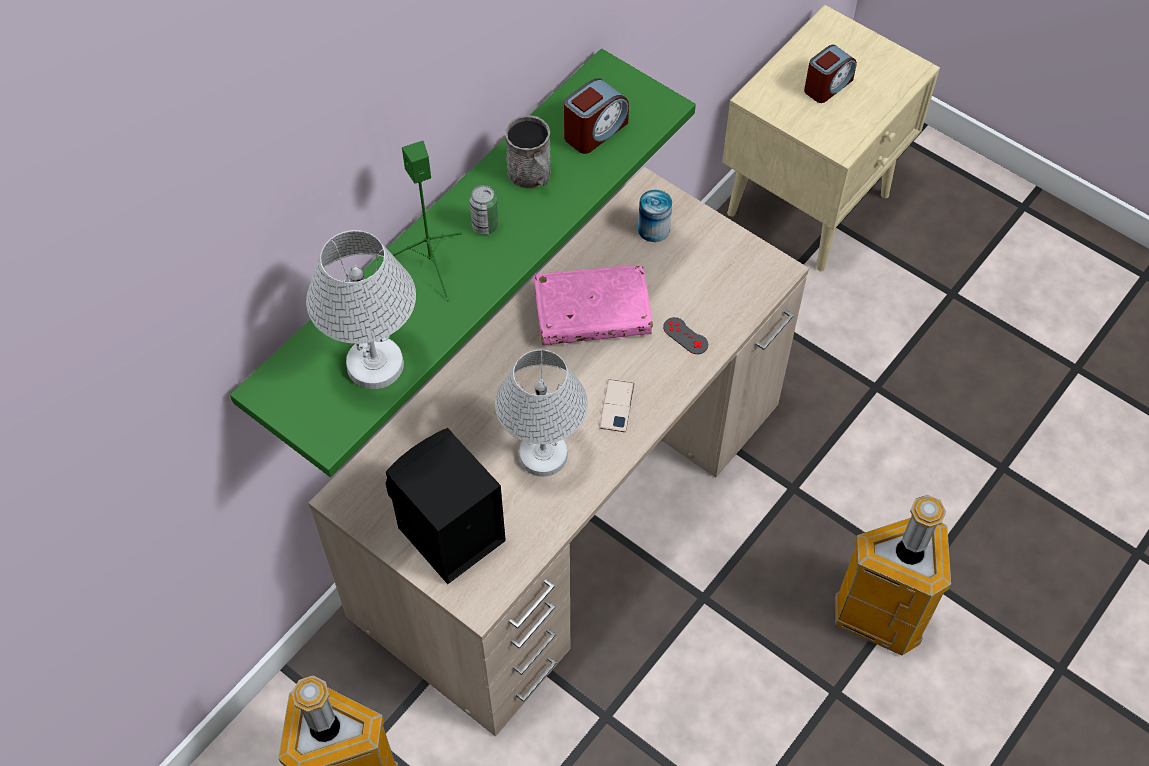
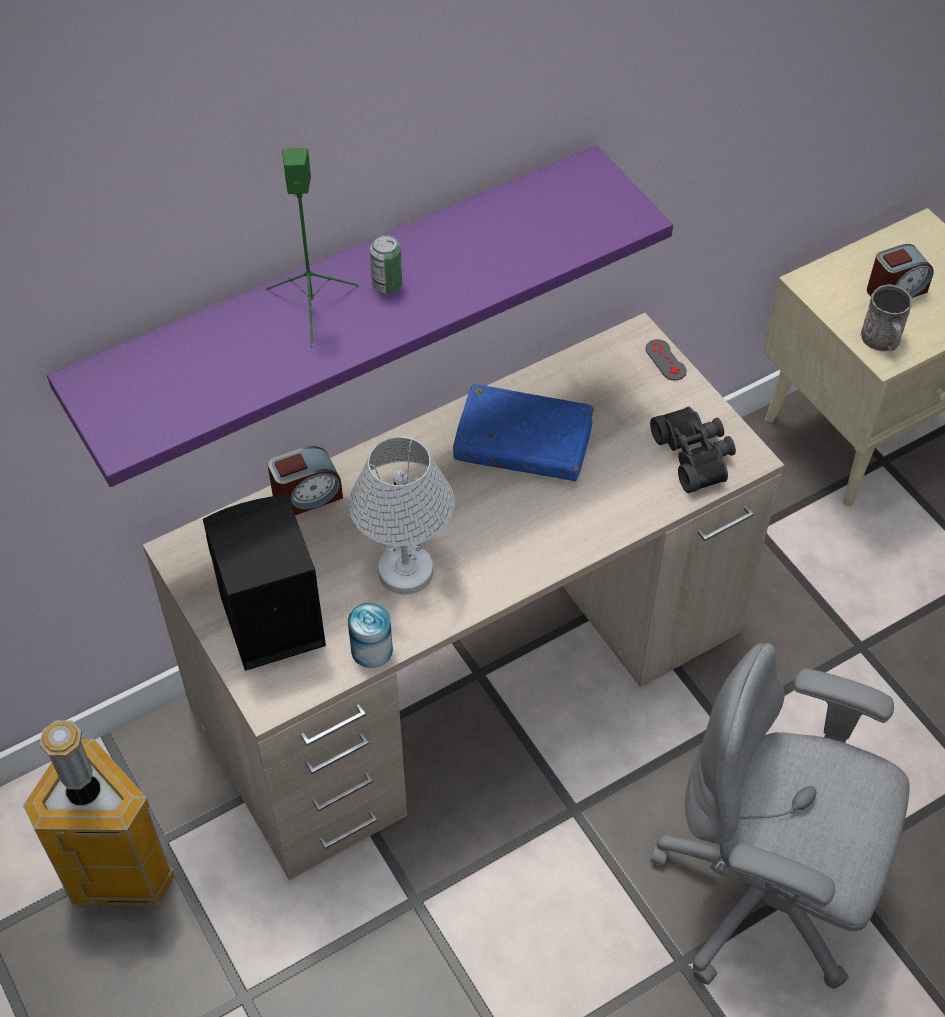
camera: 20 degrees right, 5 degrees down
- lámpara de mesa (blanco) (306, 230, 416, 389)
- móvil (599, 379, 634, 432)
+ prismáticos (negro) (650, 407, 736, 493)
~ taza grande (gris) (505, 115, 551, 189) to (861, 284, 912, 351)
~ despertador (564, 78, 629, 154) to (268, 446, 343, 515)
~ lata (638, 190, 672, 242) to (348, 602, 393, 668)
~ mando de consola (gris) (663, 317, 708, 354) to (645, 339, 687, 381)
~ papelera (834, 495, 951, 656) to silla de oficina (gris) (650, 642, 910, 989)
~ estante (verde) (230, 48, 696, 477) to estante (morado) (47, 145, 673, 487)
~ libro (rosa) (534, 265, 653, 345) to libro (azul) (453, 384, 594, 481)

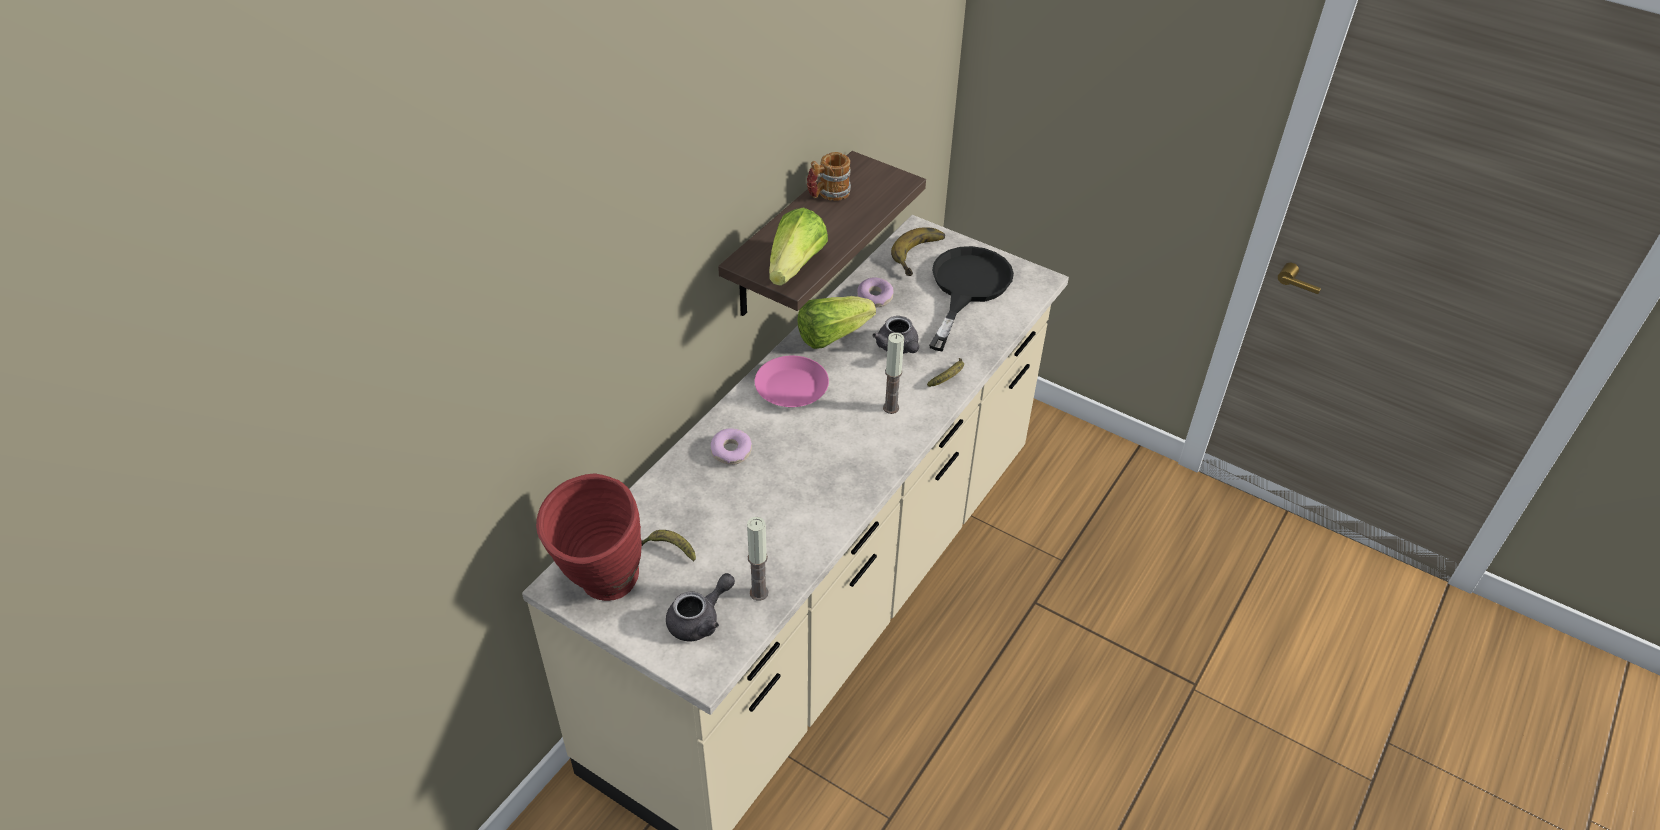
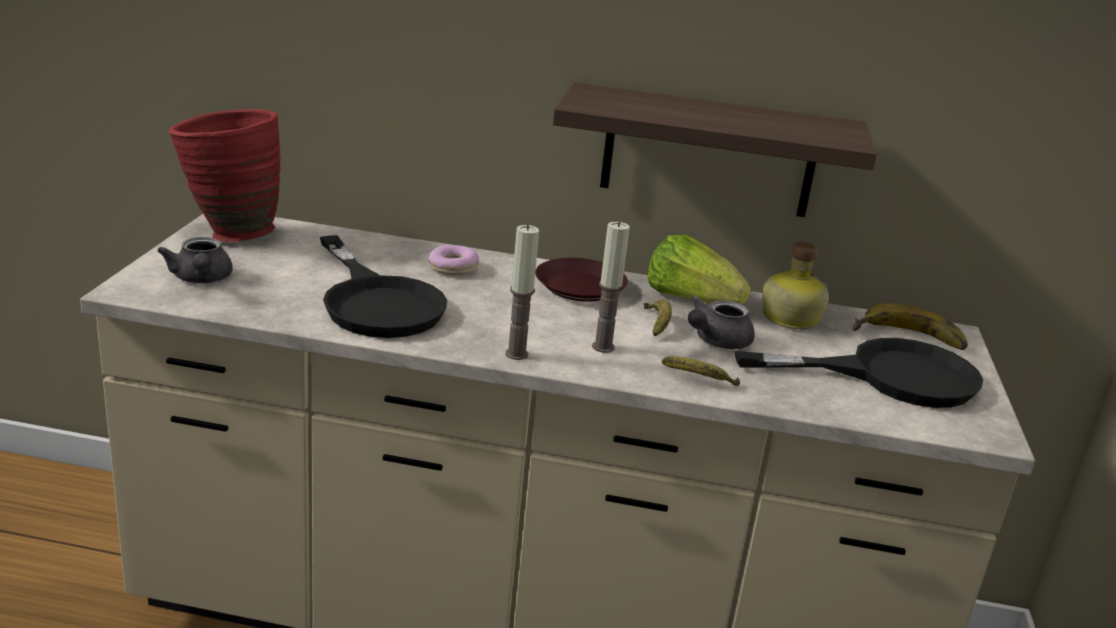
camera: 65 degrees right, 20 degrees down
- lechuga (769, 208, 828, 286)
- taza grande (807, 152, 851, 201)
+ sartén (negro) (320, 235, 447, 338)
~ plátano (641, 530, 696, 561) to (644, 299, 672, 336)
~ vela (747, 517, 769, 601) to (505, 225, 539, 360)
~ rosquilla (857, 277, 894, 307) to botella (762, 242, 829, 329)
~ plato (rosa) (755, 356, 829, 407) to plato (marrón) (535, 258, 628, 302)
~ tetera (gris) (666, 573, 735, 641) = (157, 237, 233, 283) 45 degrees clockwise

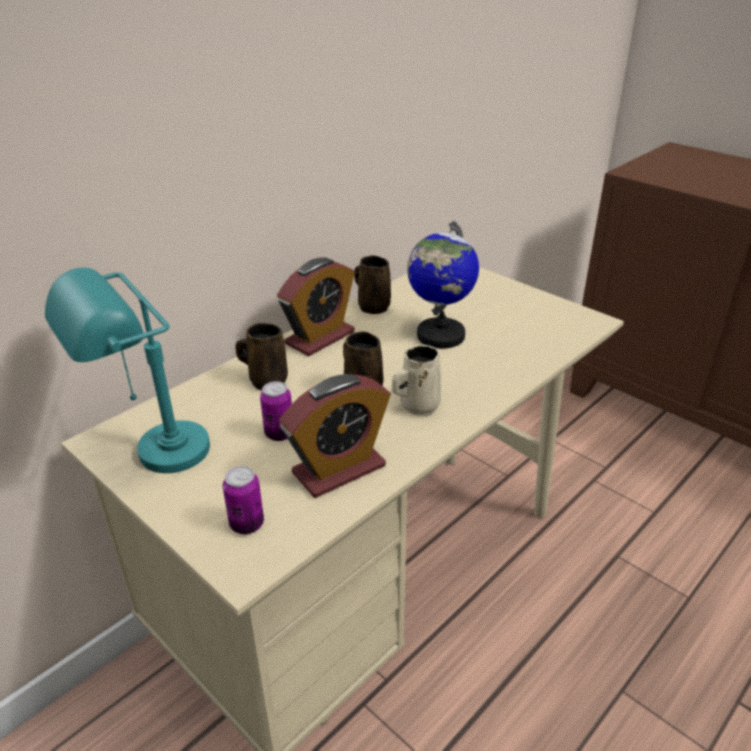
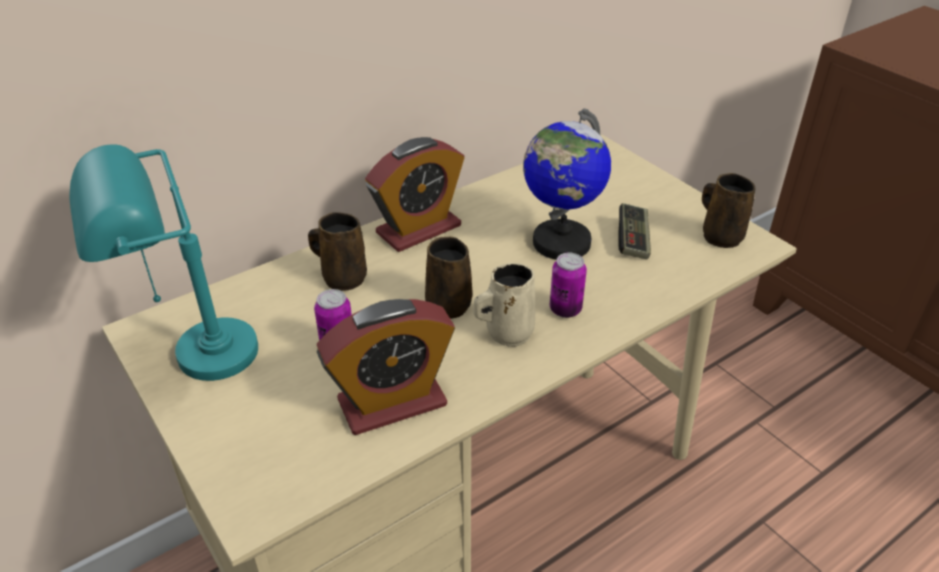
camera: 10 degrees right, 5 degrees up
+ mando de consola (618, 203, 651, 259)
~ lata (223, 466, 264, 534) to (550, 253, 587, 318)
~ taza grande (marrón) (354, 255, 391, 314) to (702, 173, 755, 248)

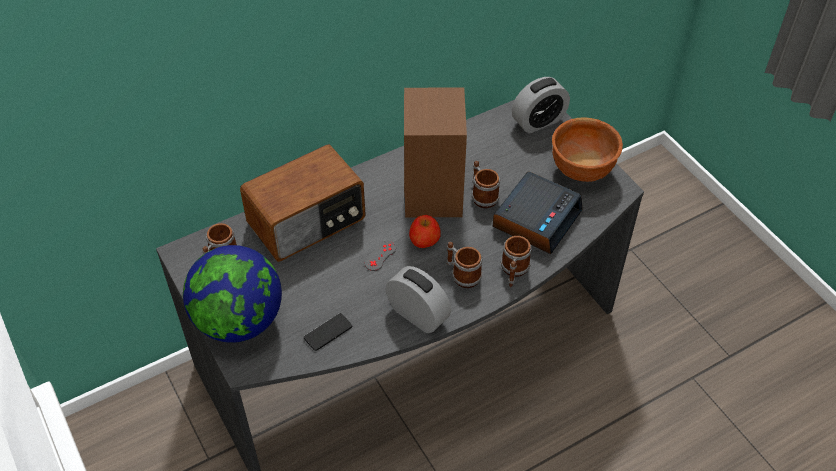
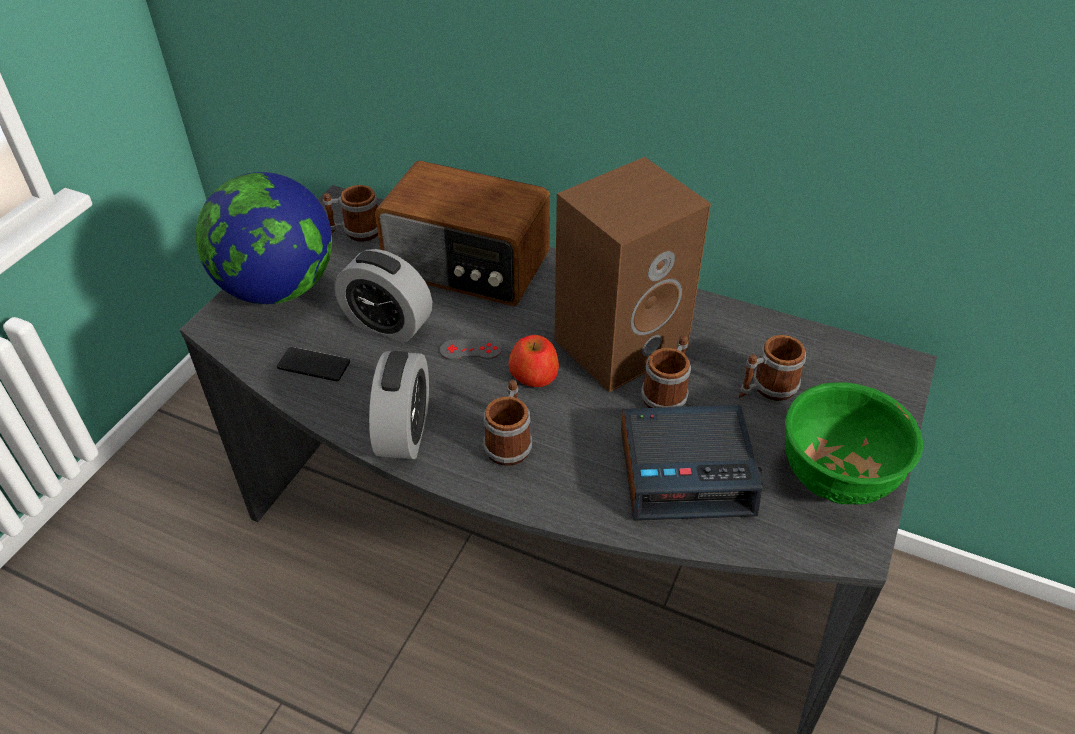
camera: 55 degrees right, 5 degrees down
~ taza grande (501, 236, 531, 288) to (739, 335, 806, 401)
~ despertador (512, 77, 570, 133) to (334, 249, 432, 343)
~ cuenco (marrón) (552, 117, 623, 182) to cuenco (verde) (785, 382, 923, 505)

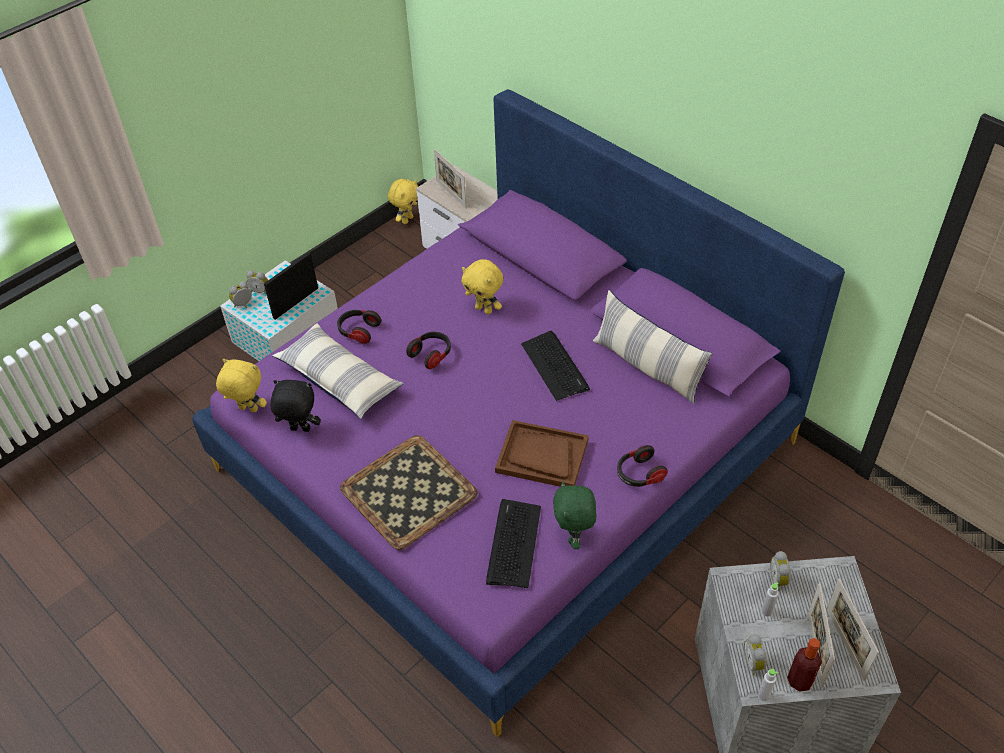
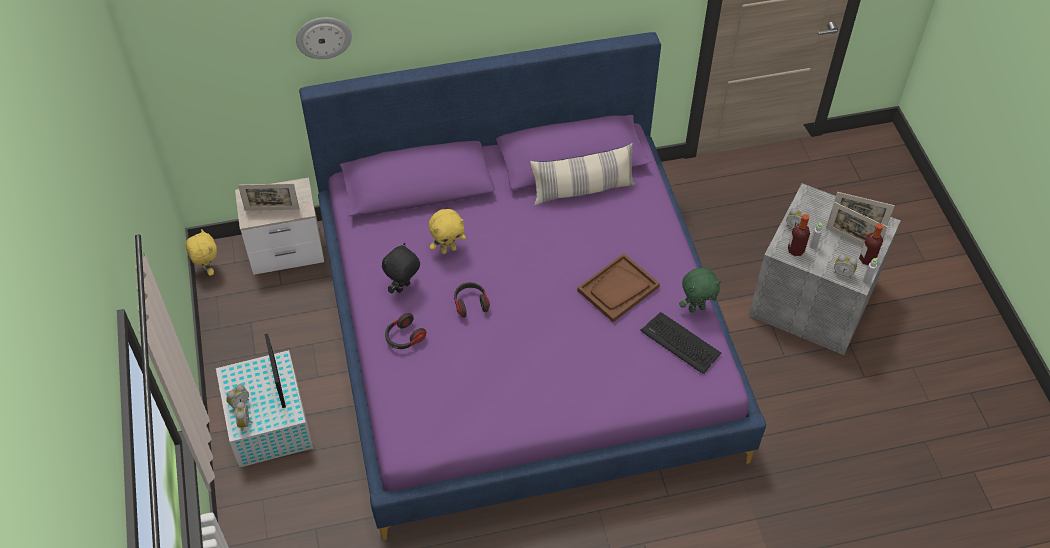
camera: 60 degrees left, 5 degrees up
- peluche (amarillo) (216, 359, 267, 413)
- cojín (272, 323, 404, 419)
- bandeja (340, 435, 478, 550)
- teclado (521, 331, 590, 401)
- auriculares (617, 445, 668, 487)
+ reloj de pared (296, 17, 352, 59)
+ botella (788, 214, 810, 256)
~ peluche (negro) (270, 380, 321, 432) to (382, 243, 420, 293)
~ peluche (verde) (553, 481, 596, 549) = (679, 268, 721, 313) 45 degrees counterclockwise

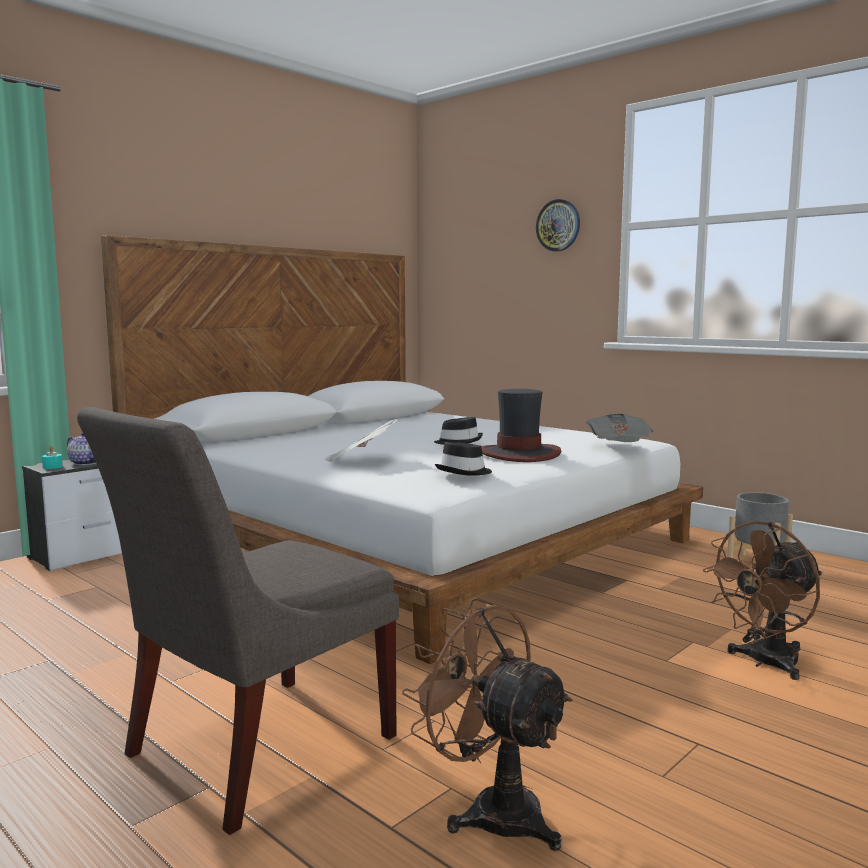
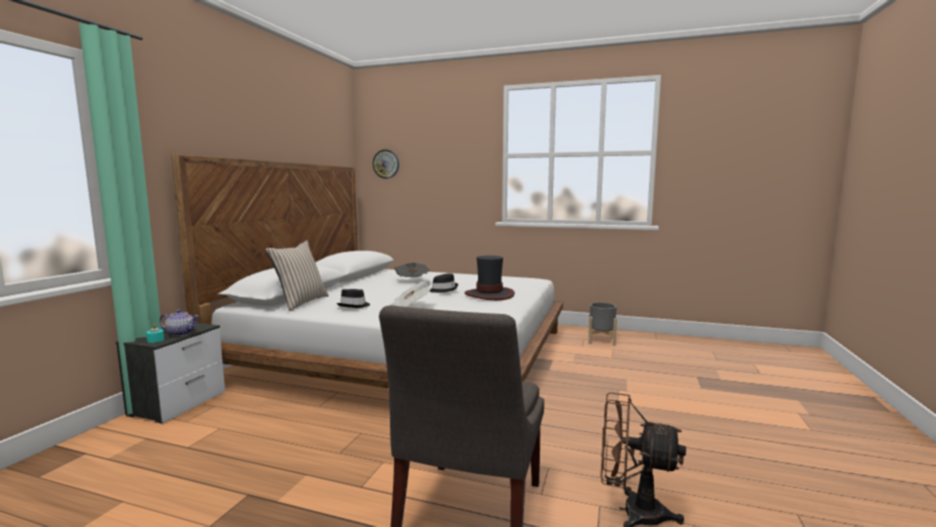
camera: 25 degrees left, 0 degrees up
- ventilador (marrón) (703, 521, 822, 680)
+ cojín (beis) (266, 240, 329, 311)
~ sombrero (negro) (435, 442, 492, 476) to (337, 289, 370, 308)
~ reloj de pared (536, 199, 580, 252) to (372, 149, 399, 179)
~ periódico (586, 414, 653, 442) to (394, 263, 430, 277)

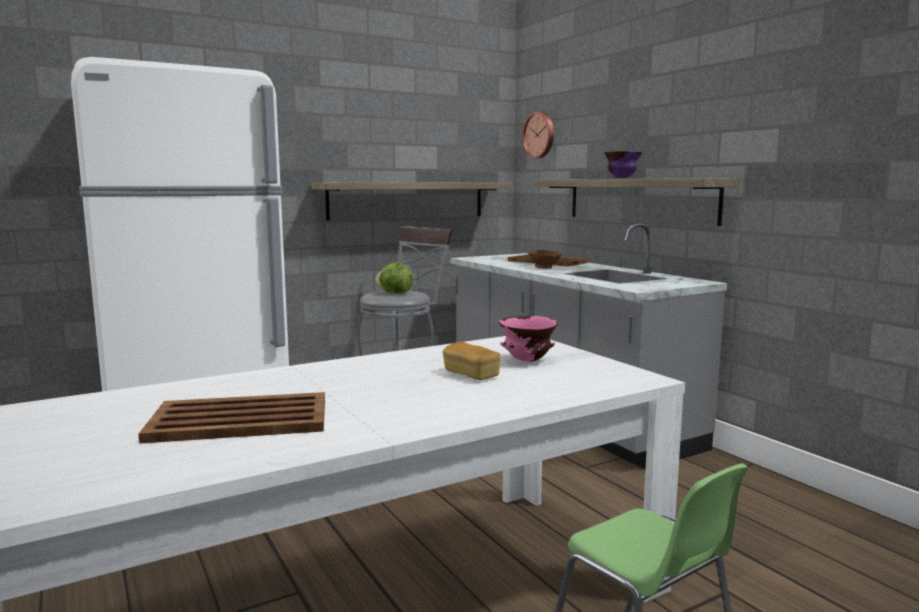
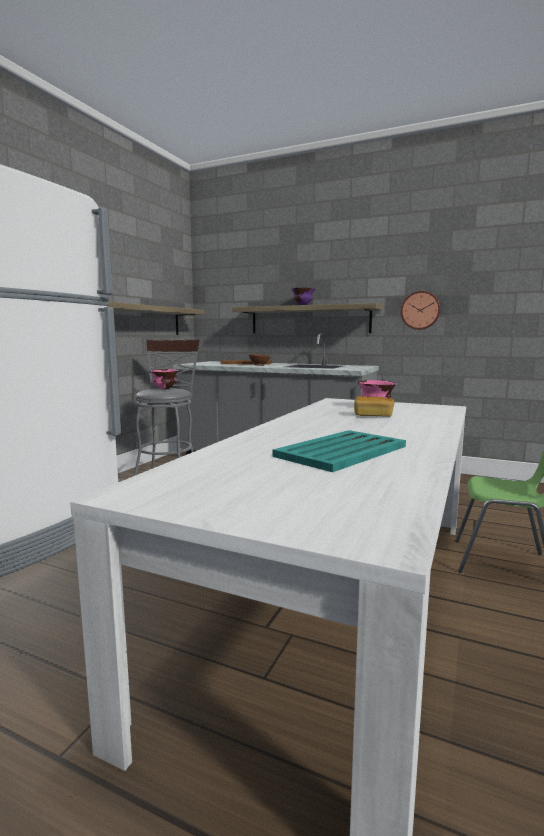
camera: 35 degrees left, 0 degrees up
~ reloj de pared (522, 112, 554, 158) to (401, 291, 441, 330)
~ lechuga (375, 262, 413, 293) to cuenco (rosa) (150, 369, 178, 390)
~ bandeja (marrón) (138, 392, 325, 444) to bandeja (turquesa) (272, 430, 406, 472)

